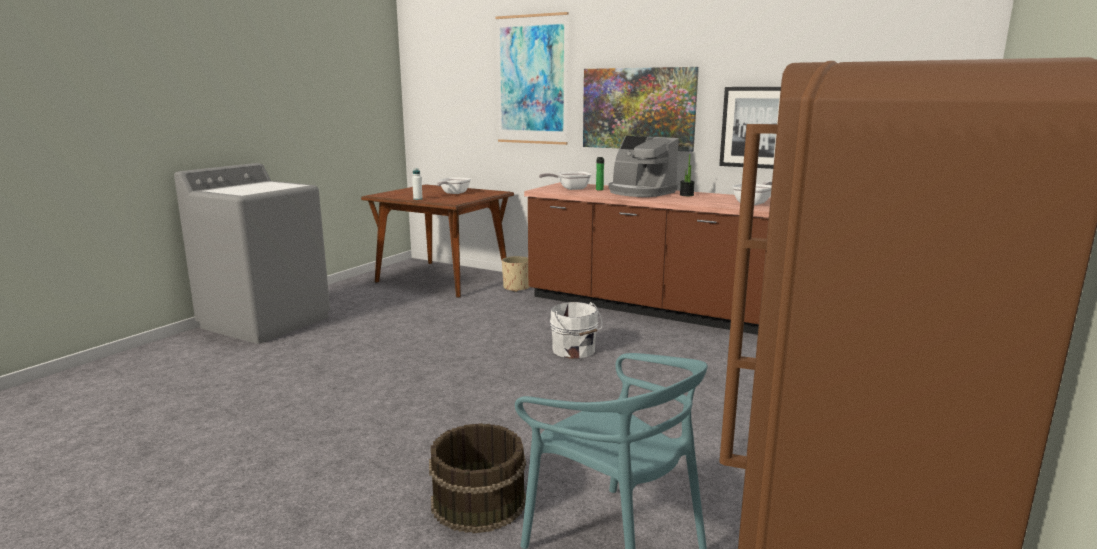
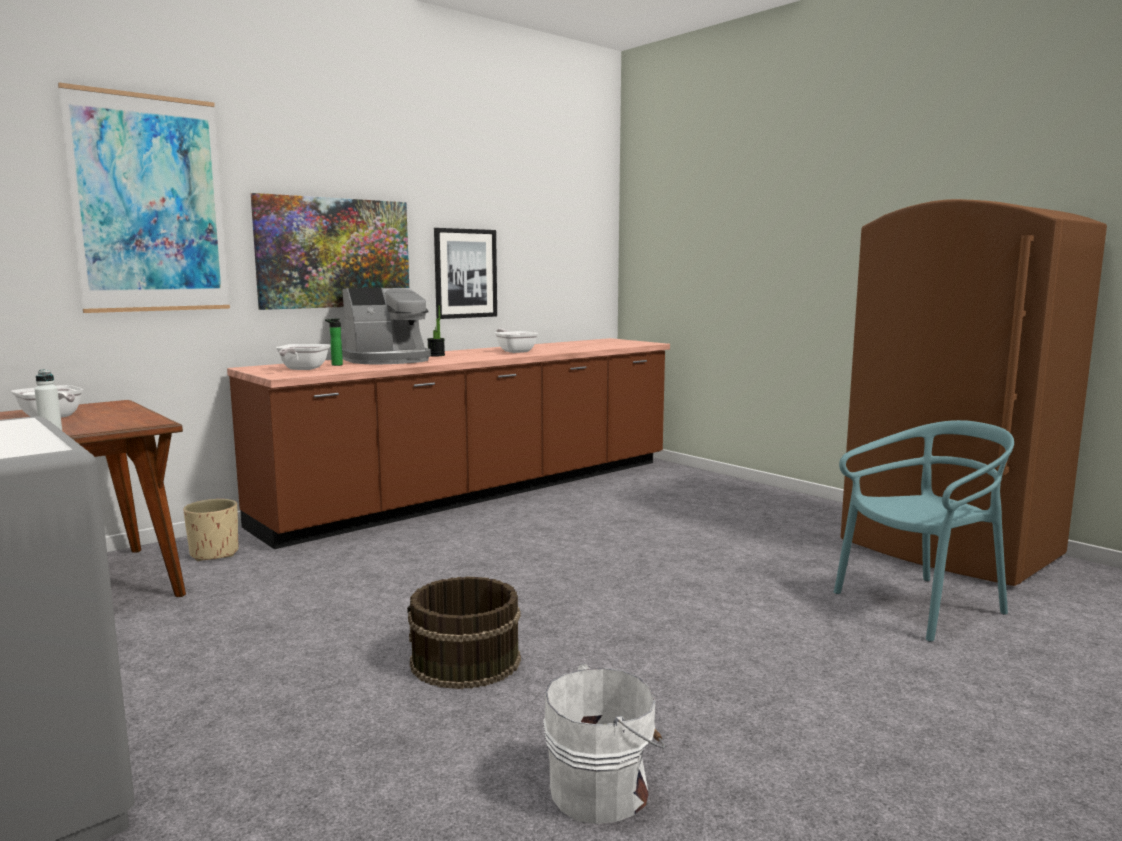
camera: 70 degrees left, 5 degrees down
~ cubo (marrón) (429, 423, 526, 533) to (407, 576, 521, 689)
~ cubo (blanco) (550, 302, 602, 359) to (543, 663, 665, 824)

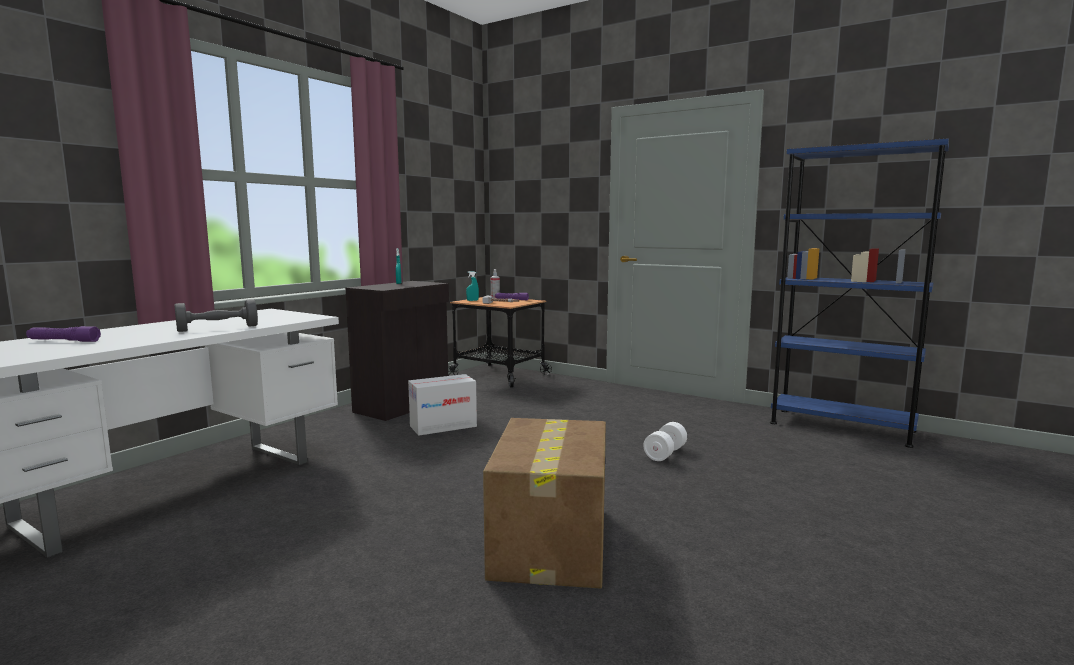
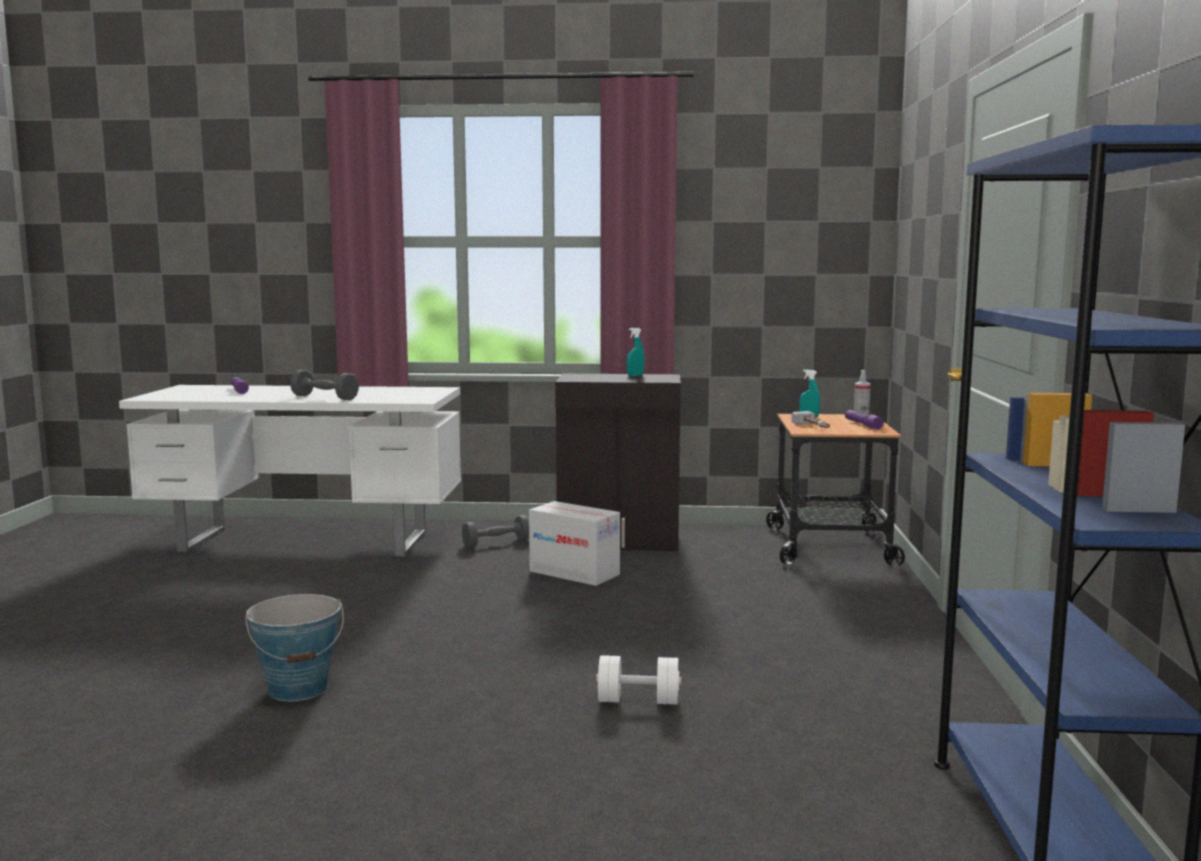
camera: 60 degrees right, 0 degrees up
+ mancuerna (gris) (462, 515, 529, 548)
~ caja de cartón (483, 418, 606, 589) to cubo (245, 594, 344, 701)

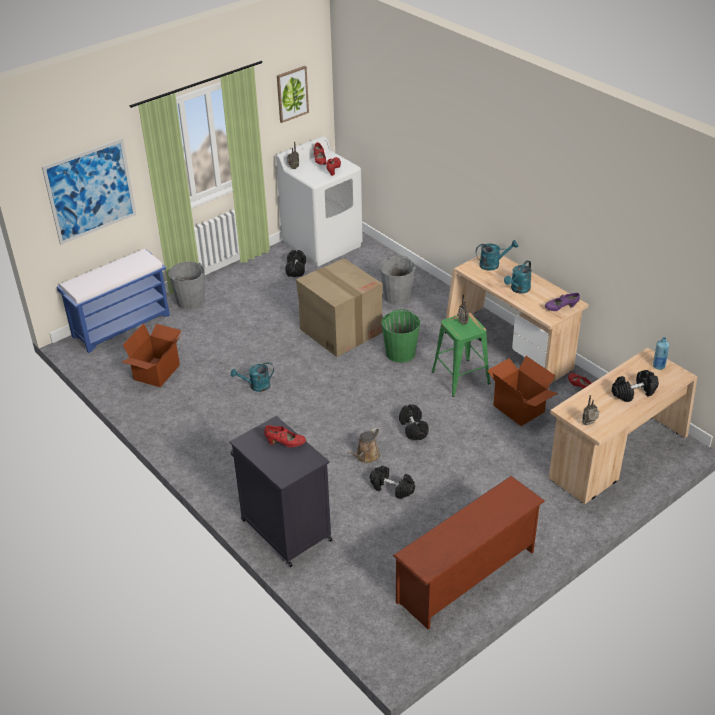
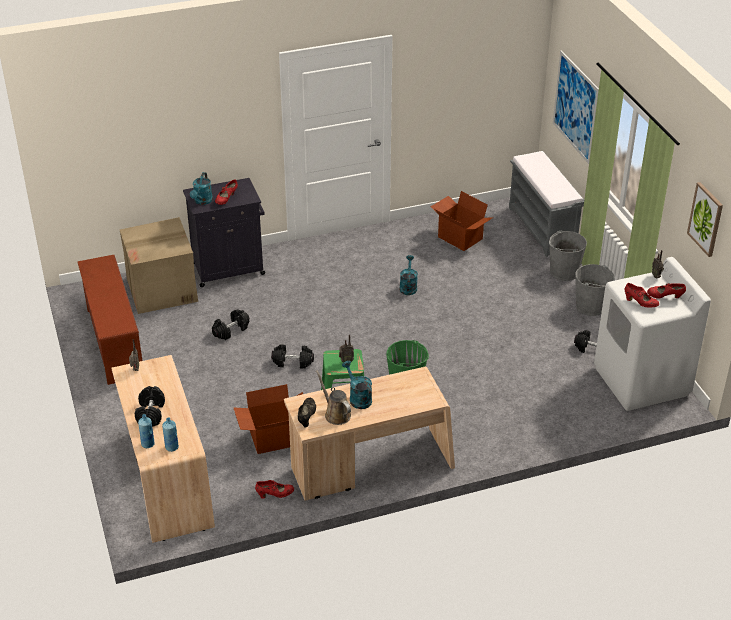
camera: 110 degrees right, 0 degrees up
+ botella (azul) (138, 414, 155, 448)
~ caja de cartón (296, 258, 383, 357) to (120, 217, 198, 314)
~ regadera (marrón) (348, 427, 380, 463) to (316, 371, 351, 425)
~ cubo (gris) (379, 255, 415, 305) to (575, 264, 615, 316)
~ regadera (turquesa) (476, 240, 518, 271) to (190, 172, 213, 205)
~ banco (azul) (57, 249, 170, 353) to banco (gris) (509, 151, 584, 257)
~ zapato (morado) (545, 293, 580, 311) to zapato (negro) (298, 398, 316, 427)

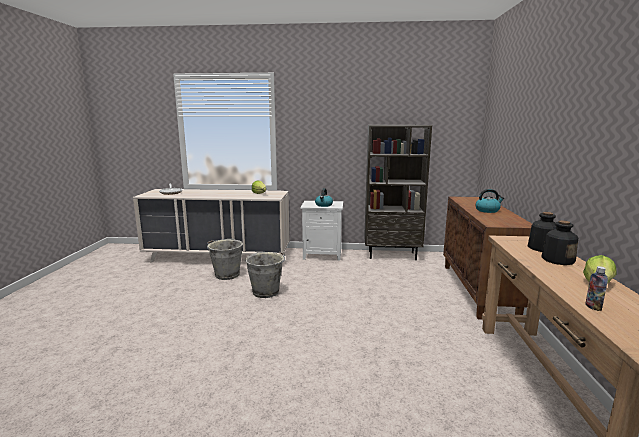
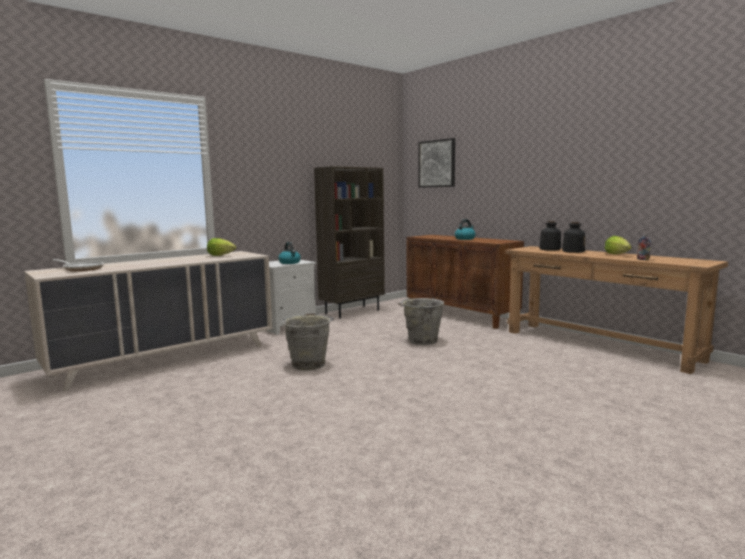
camera: 45 degrees left, 5 degrees down
+ cuadro (419, 138, 455, 188)
~ cubo (gris) (207, 239, 243, 280) to (398, 298, 444, 345)

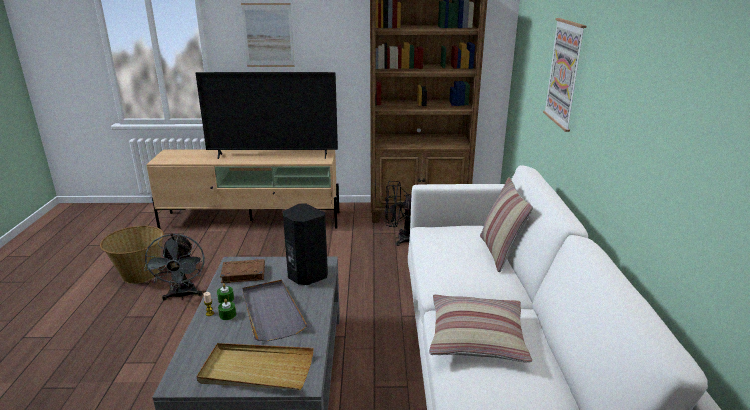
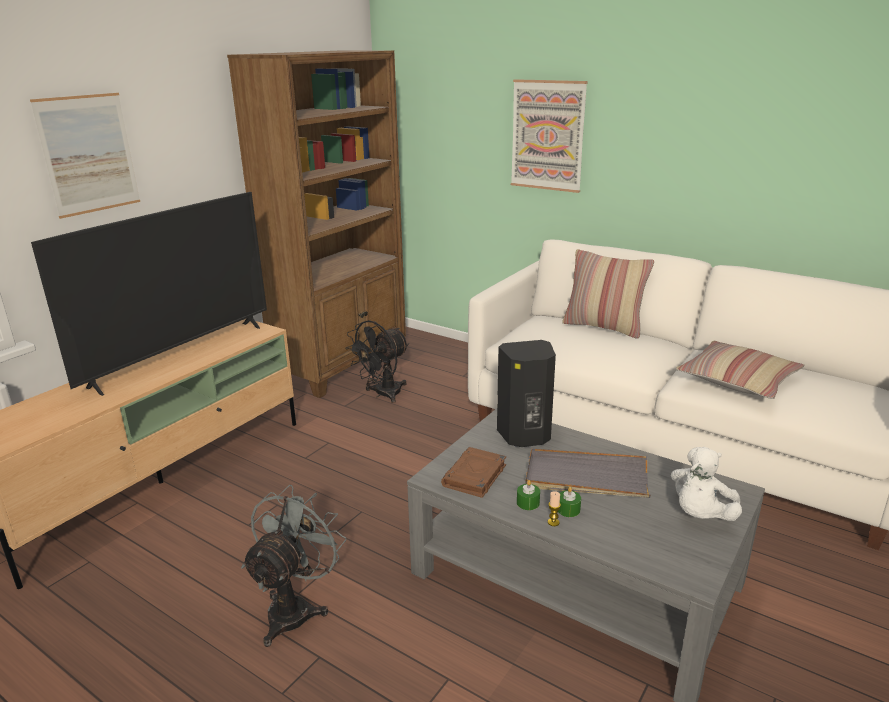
camera: 55 degrees left, 0 degrees up
- cesta (100, 226, 164, 284)
~ bandeja (beis) (196, 343, 314, 390) to peluche (blanco) (671, 447, 742, 521)
~ ventilador (gris) (144, 233, 205, 300) = (241, 485, 347, 647) 90 degrees counterclockwise

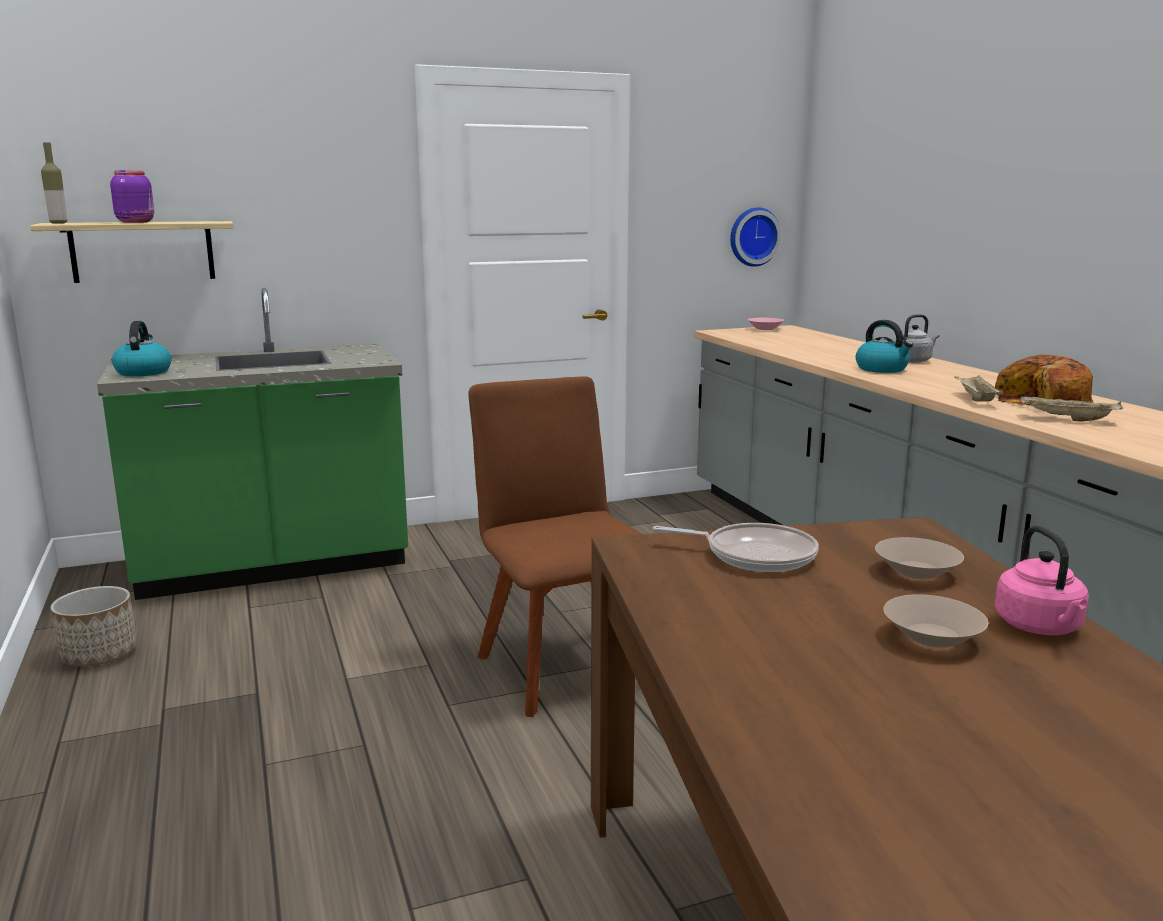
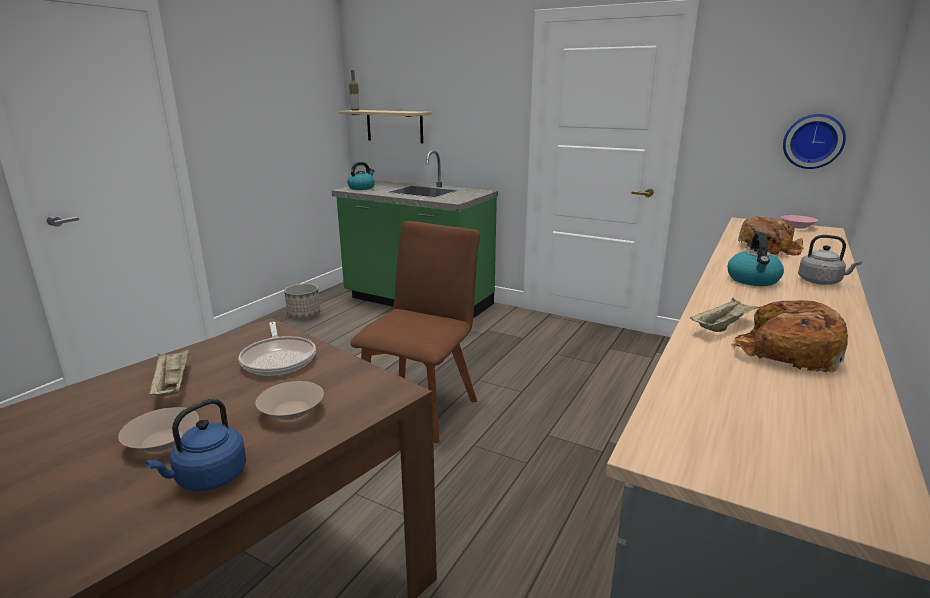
camera: 50 degrees right, 5 degrees up
- tarro (morado) (110, 170, 154, 223)
+ pan (738, 217, 804, 256)
~ bandeja (beis) (1020, 396, 1123, 422) to (149, 349, 189, 396)
~ hervidor (rosa) (995, 526, 1089, 635) to hervidor (azul) (145, 398, 246, 491)

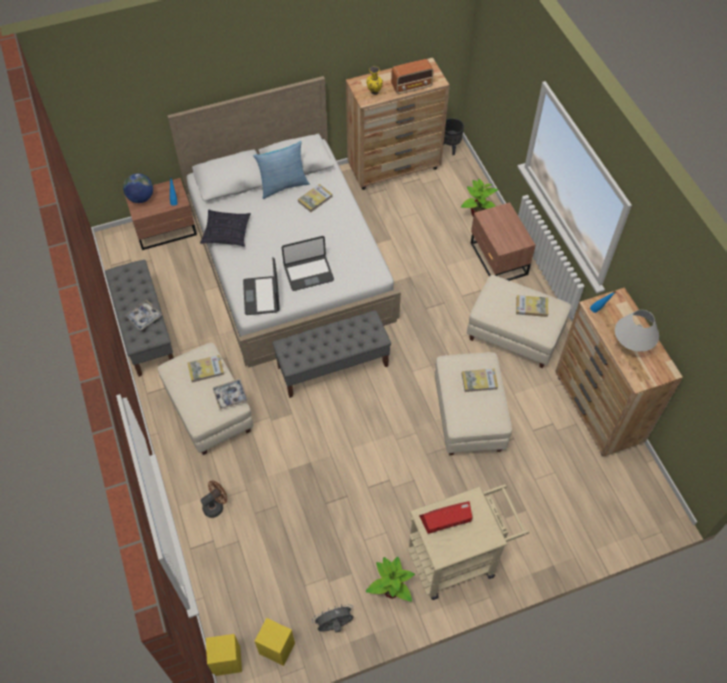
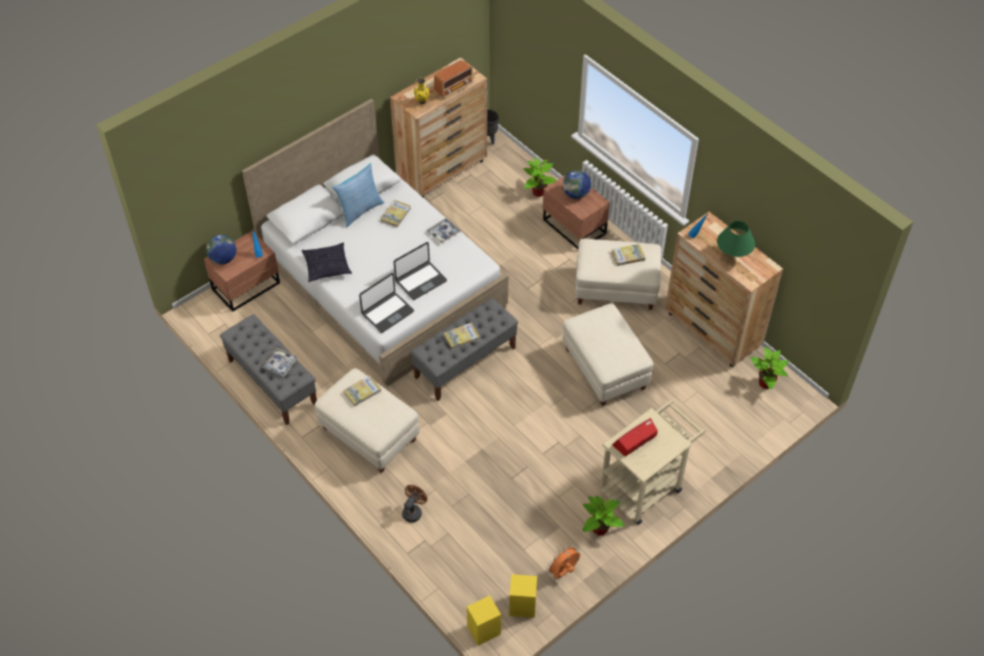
camera: 20 degrees left, 5 degrees down
+ globo terráqueo (563, 170, 591, 199)
+ planta en maceta (750, 347, 789, 389)
~ bandeja (213, 379, 248, 410) to (427, 218, 461, 243)
~ libro (462, 369, 498, 392) to (444, 323, 480, 350)
~ ventilador (gris) (312, 604, 354, 633) to ventilador (naranja) (546, 545, 580, 578)
~ lámpara de mesa (blanco) (615, 310, 659, 352) to lámpara de mesa (verde) (717, 221, 755, 257)
~ portátil (243, 257, 280, 315) = (359, 273, 414, 333) 105 degrees counterclockwise

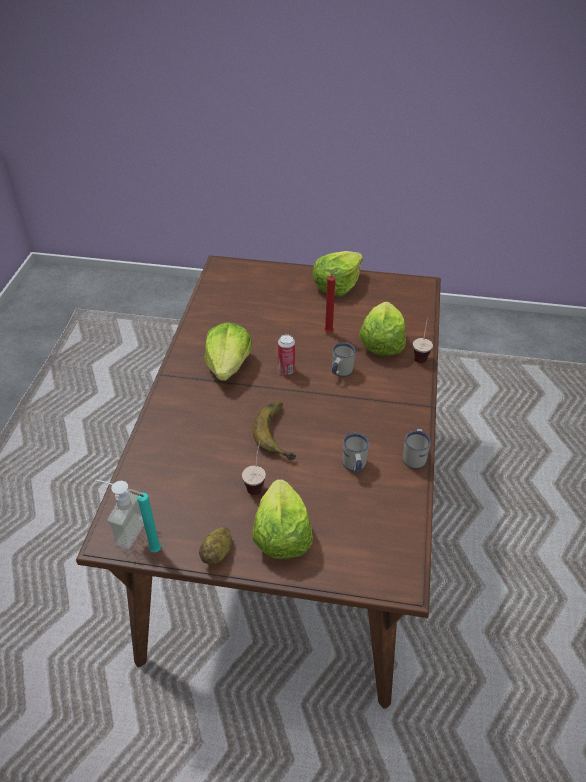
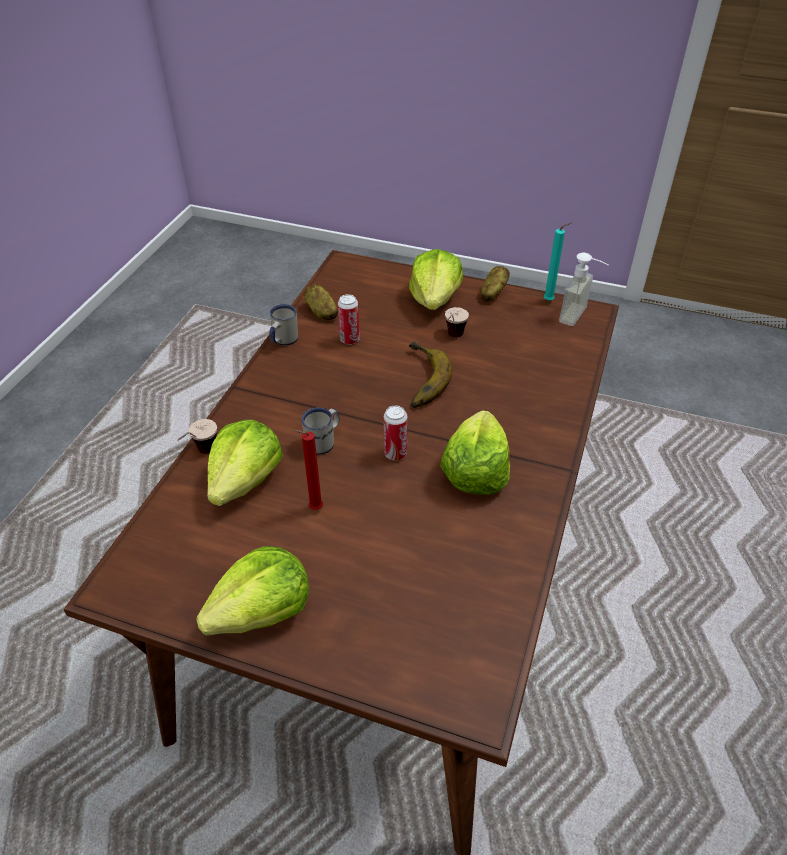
camera: 170 degrees left, 0 degrees up
+ patata (304, 284, 338, 320)
~ taza grande (blanco) (343, 433, 369, 473) to lata (338, 294, 360, 345)

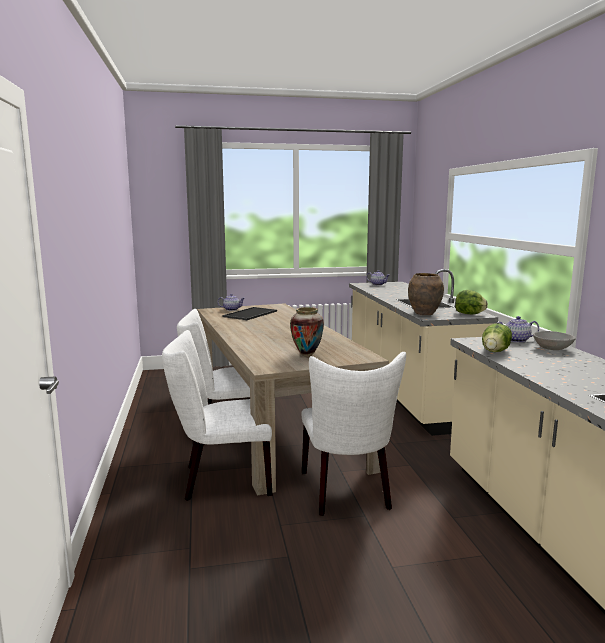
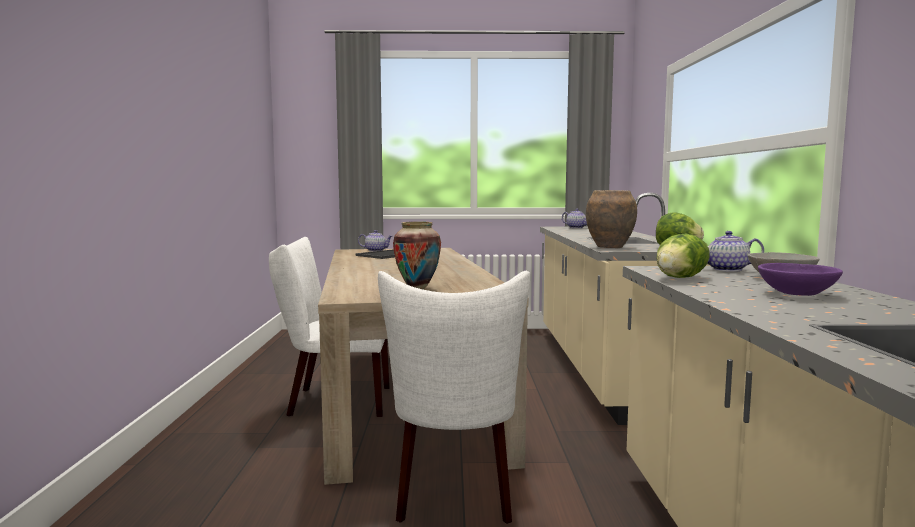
camera: 10 degrees right, 5 degrees down
- silla (blanco) (162, 330, 272, 501)
+ cuenco (morado) (758, 263, 843, 296)

